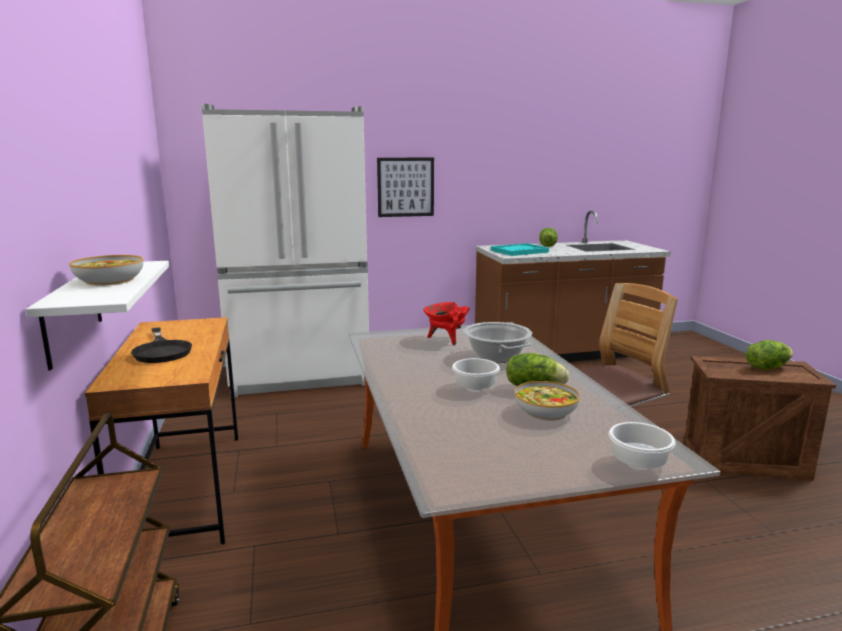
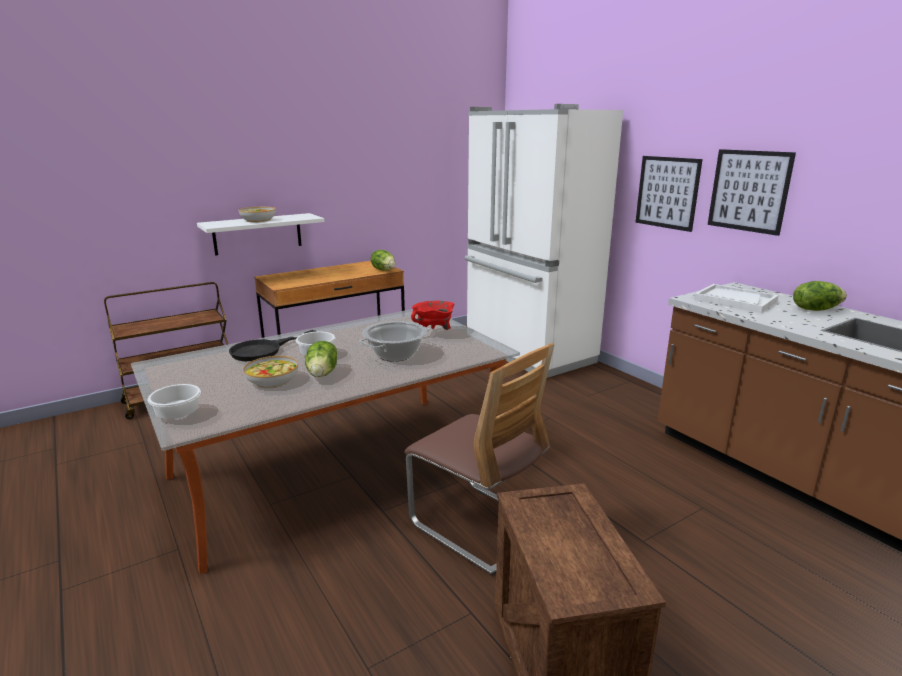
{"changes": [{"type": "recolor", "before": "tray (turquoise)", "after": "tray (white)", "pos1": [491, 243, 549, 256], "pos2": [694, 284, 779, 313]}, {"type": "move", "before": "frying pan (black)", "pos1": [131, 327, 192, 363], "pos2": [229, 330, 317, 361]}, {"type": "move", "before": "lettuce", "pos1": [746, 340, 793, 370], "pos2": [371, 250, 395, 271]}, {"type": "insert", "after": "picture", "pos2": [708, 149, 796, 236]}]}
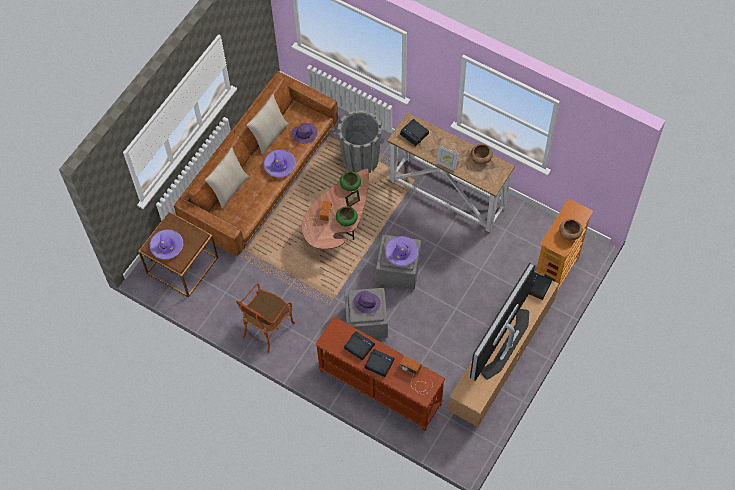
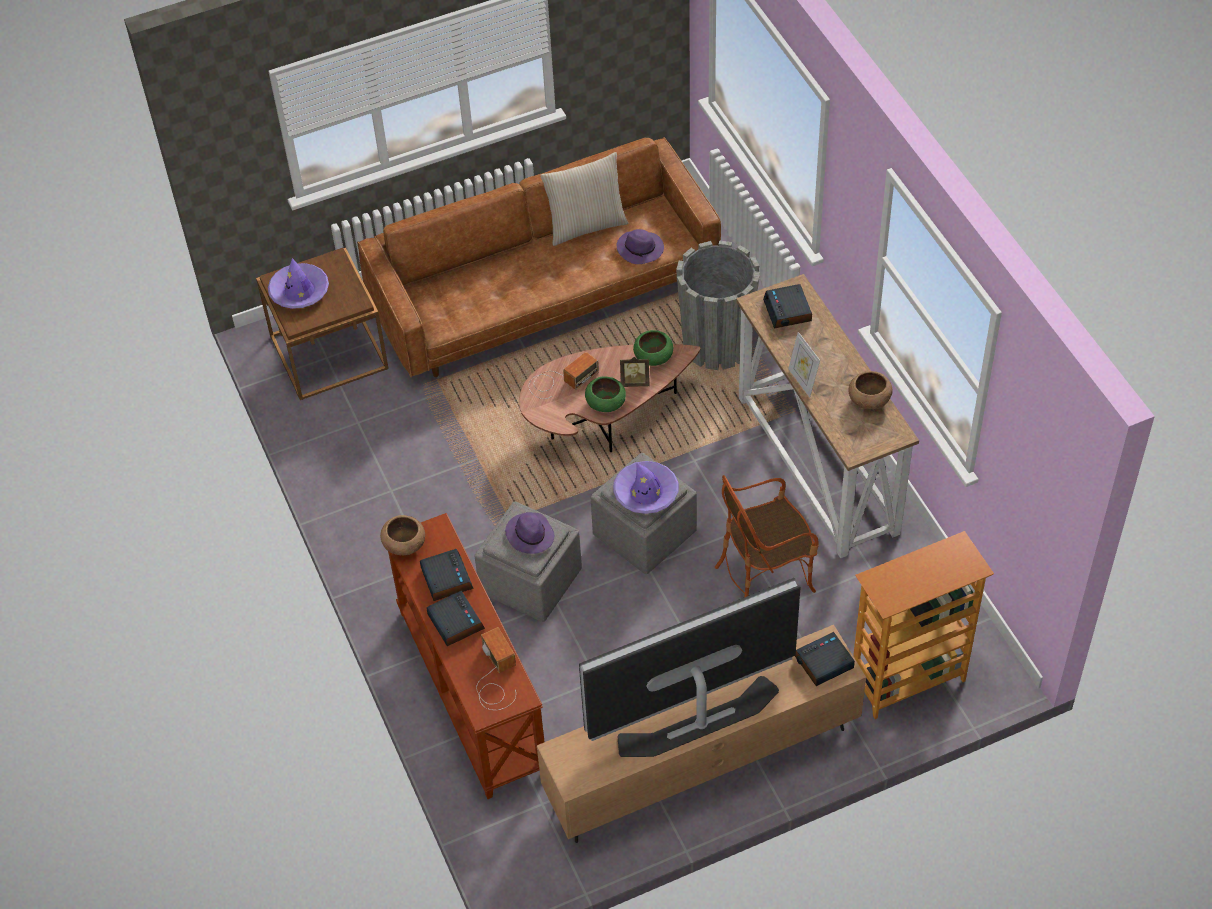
{"changes": [{"type": "delete", "before": "pillow (beige)", "pos1": [205, 148, 249, 209]}, {"type": "delete", "before": "hat (purple)", "pos1": [263, 150, 296, 177]}, {"type": "move", "before": "bowl (brown)", "pos1": [559, 219, 583, 240], "pos2": [380, 515, 425, 556]}, {"type": "move", "before": "armchair", "pos1": [236, 283, 295, 353], "pos2": [715, 475, 819, 597]}]}
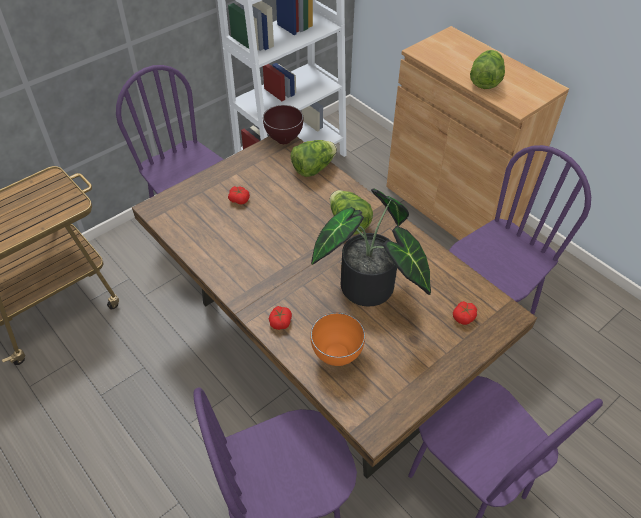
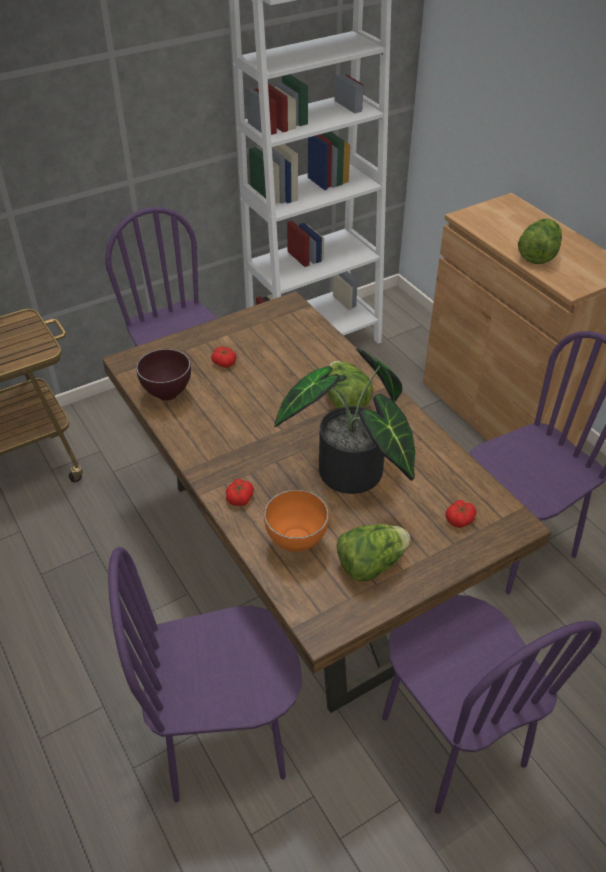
{"changes": [{"type": "move", "before": "bowl (brown)", "pos1": [263, 105, 303, 144], "pos2": [136, 349, 191, 401]}, {"type": "move", "before": "lettuce", "pos1": [291, 140, 337, 177], "pos2": [336, 524, 411, 582]}]}
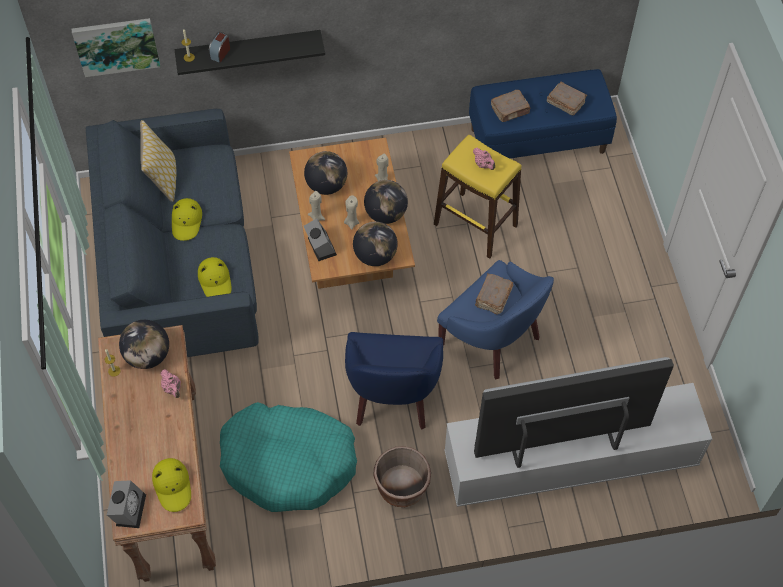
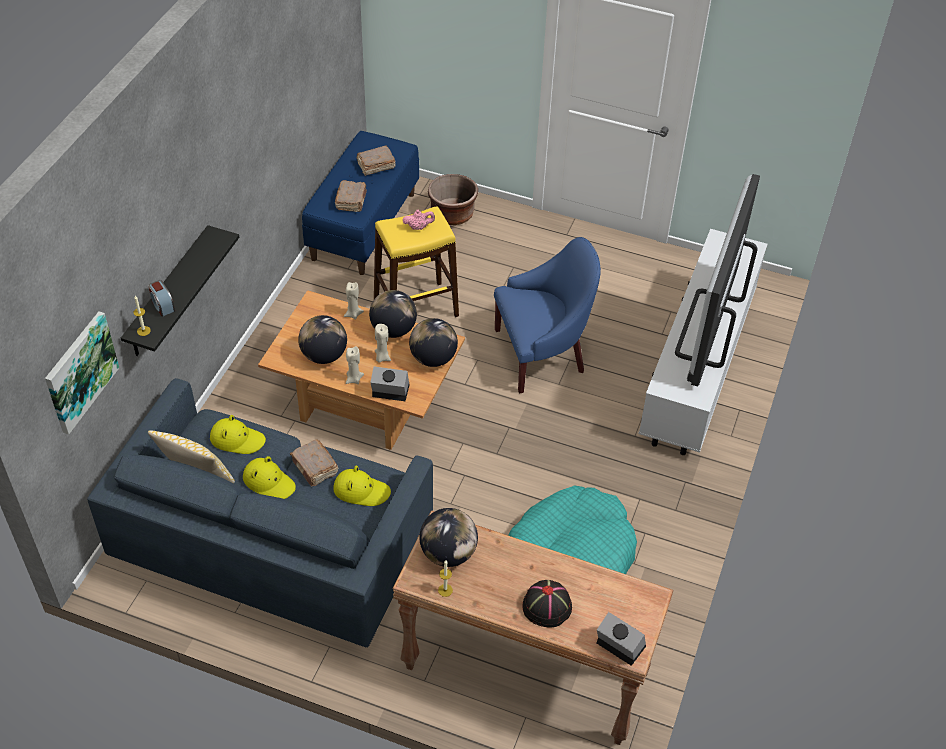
{"changes": [{"type": "move", "before": "book (brown)", "pos1": [475, 273, 513, 315], "pos2": [290, 440, 338, 487]}, {"type": "delete", "before": "armchair (blue)", "pos1": [345, 332, 443, 430]}, {"type": "delete", "before": "teapot (pink)", "pos1": [161, 369, 181, 398]}, {"type": "move", "before": "planter (brown)", "pos1": [374, 446, 431, 507], "pos2": [428, 174, 478, 225]}, {"type": "move", "before": "hat (yellow)", "pos1": [152, 458, 191, 512], "pos2": [210, 415, 266, 454]}, {"type": "insert", "after": "hat (black)", "pos2": [522, 580, 572, 628]}]}
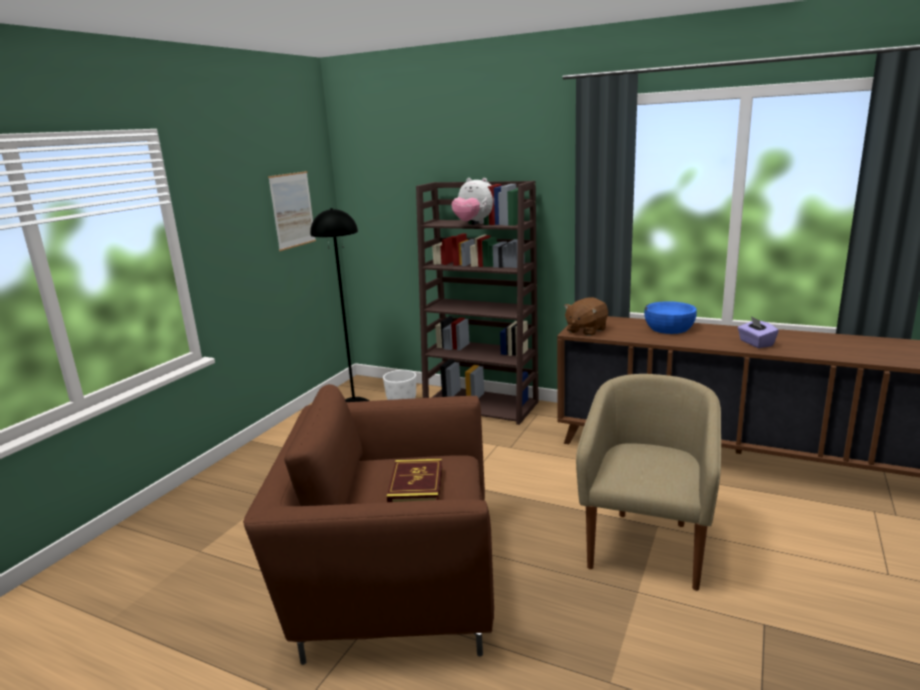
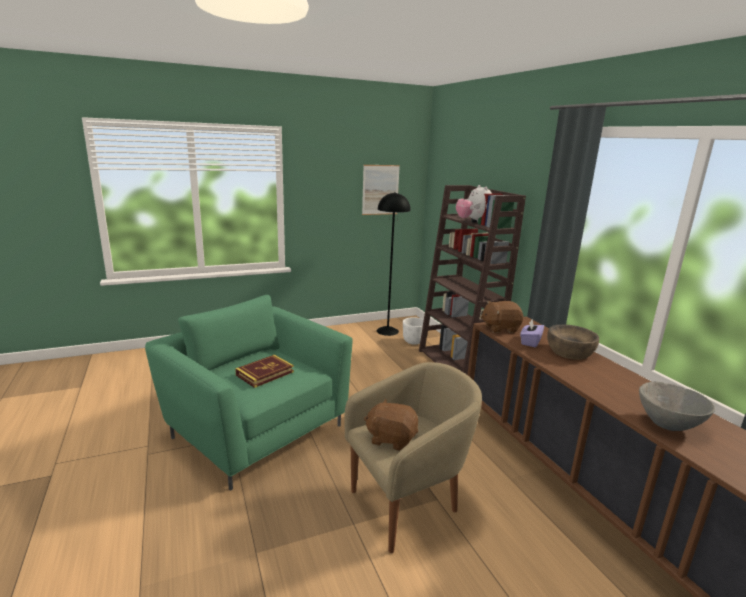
{"changes": [{"type": "recolor", "before": "bowl (blue)", "after": "bowl (brown)", "pos1": [644, 301, 697, 334], "pos2": [547, 324, 599, 360]}, {"type": "move", "before": "tissue box (purple)", "pos1": [738, 316, 779, 348], "pos2": [520, 319, 544, 347]}, {"type": "recolor", "before": "armchair (brown)", "after": "armchair (green)", "pos1": [243, 384, 494, 665], "pos2": [145, 295, 353, 490]}, {"type": "insert", "after": "bowl (grey)", "pos2": [639, 381, 715, 431]}, {"type": "insert", "after": "plush toy (brown)", "pos2": [364, 399, 418, 451]}]}
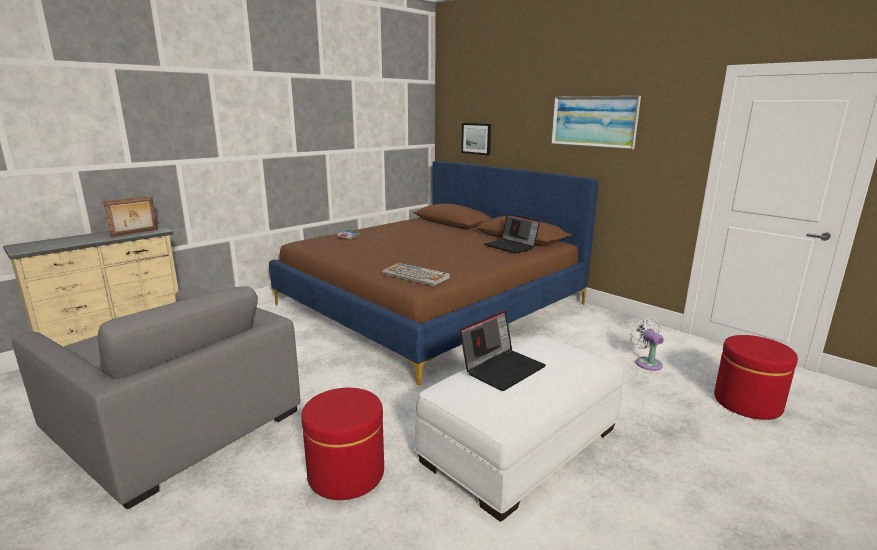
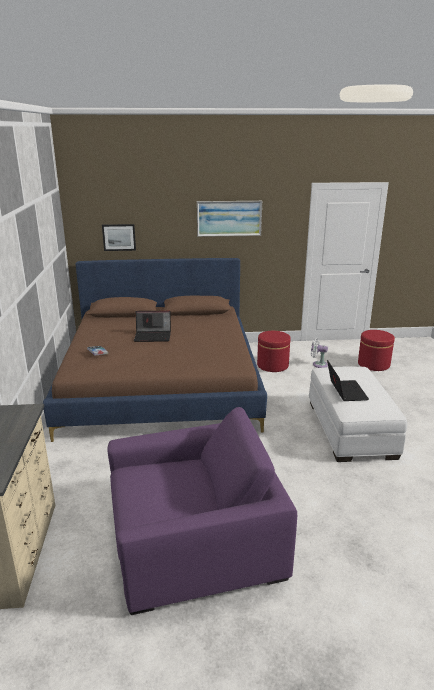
{"changes": [{"type": "delete", "before": "picture frame", "pos1": [103, 196, 158, 237]}, {"type": "move", "before": "laptop", "pos1": [484, 214, 540, 253], "pos2": [134, 311, 171, 342]}, {"type": "delete", "before": "keyboard", "pos1": [382, 263, 450, 286]}, {"type": "recolor", "before": "armchair (grey)", "after": "armchair (purple)", "pos1": [12, 286, 300, 509], "pos2": [108, 407, 297, 615]}, {"type": "move", "before": "ottoman (red)", "pos1": [301, 388, 384, 500], "pos2": [257, 331, 291, 372]}]}
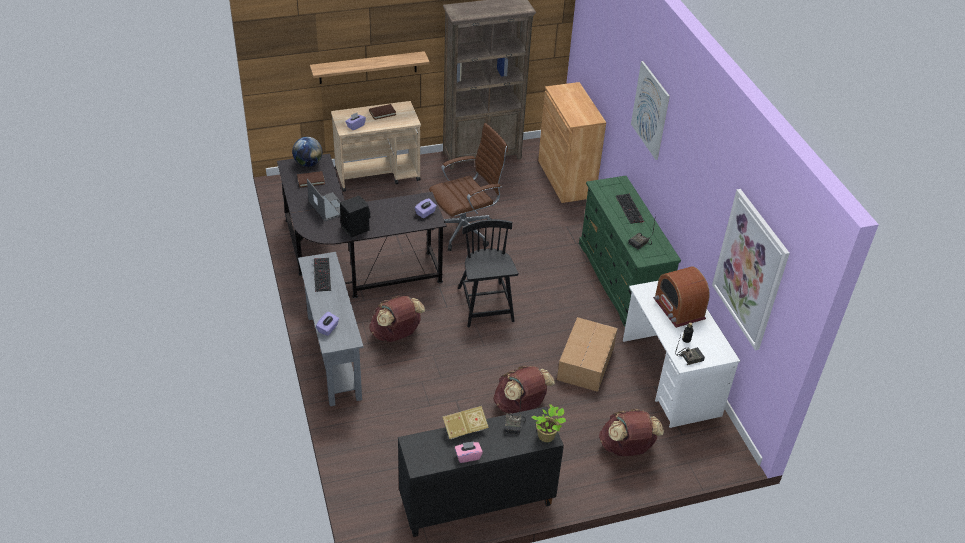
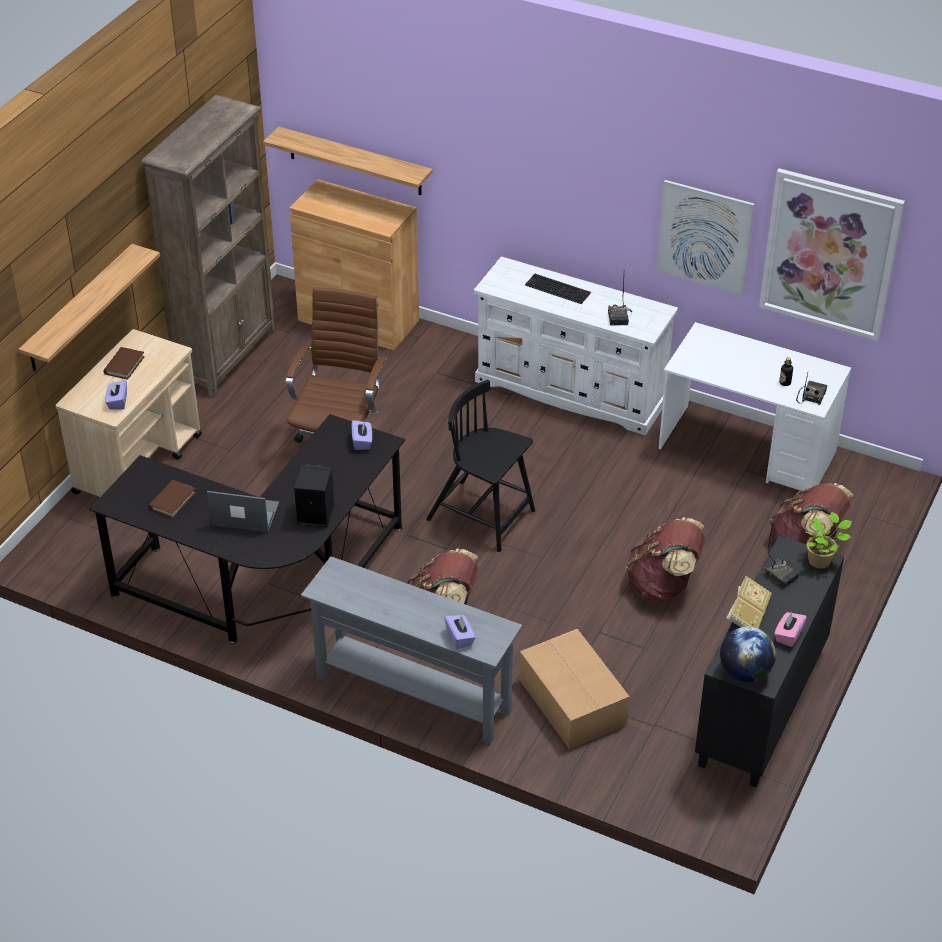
{"changes": [{"type": "move", "before": "picture", "pos1": [631, 61, 670, 160], "pos2": [657, 180, 755, 295]}, {"type": "move", "before": "globe", "pos1": [292, 137, 322, 167], "pos2": [720, 627, 776, 682]}, {"type": "recolor", "before": "dresser (green)", "after": "dresser (white)", "pos1": [579, 176, 681, 327], "pos2": [474, 256, 678, 436]}, {"type": "delete", "before": "keyboard", "pos1": [313, 258, 331, 292]}, {"type": "delete", "before": "radio", "pos1": [653, 267, 710, 328]}, {"type": "move", "before": "cardboard box", "pos1": [557, 317, 618, 392], "pos2": [519, 629, 630, 749]}, {"type": "insert", "after": "shelf", "pos2": [263, 127, 433, 195]}]}
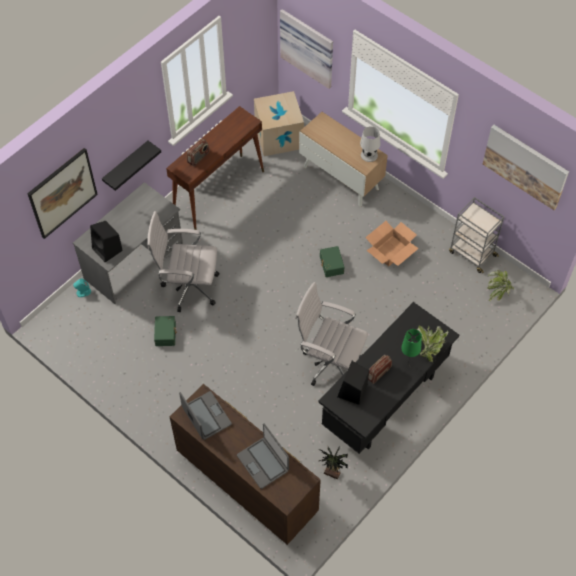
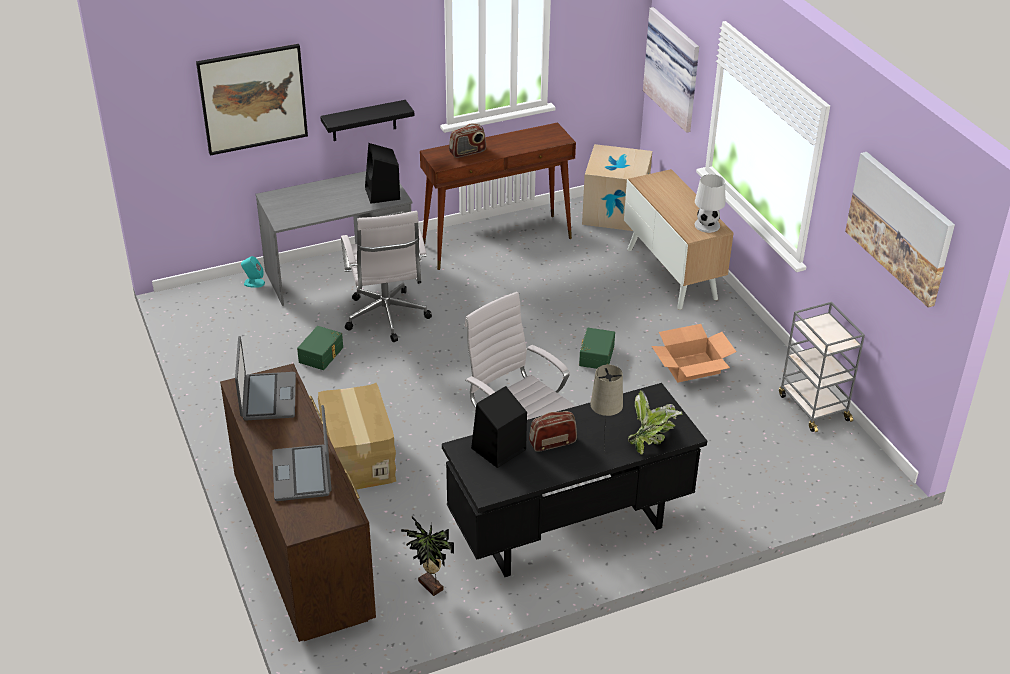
{"changes": [{"type": "rotate", "before": "office chair (white)", "pos1": [147, 211, 220, 312], "pos2": [341, 211, 432, 342], "turn": -135}, {"type": "move", "before": "speaker (black)", "pos1": [90, 221, 123, 262], "pos2": [365, 143, 400, 204]}, {"type": "delete", "before": "potted plant", "pos1": [487, 270, 514, 301]}, {"type": "recolor", "before": "table lamp (green)", "after": "table lamp (beige)", "pos1": [401, 329, 422, 368], "pos2": [590, 365, 623, 454]}, {"type": "insert", "after": "cardboard box", "pos2": [318, 383, 396, 490]}]}
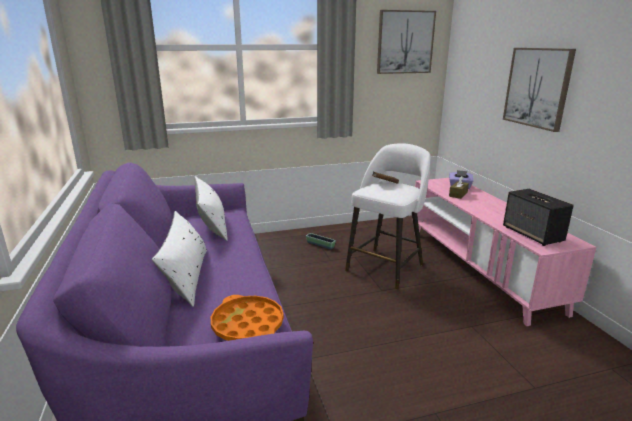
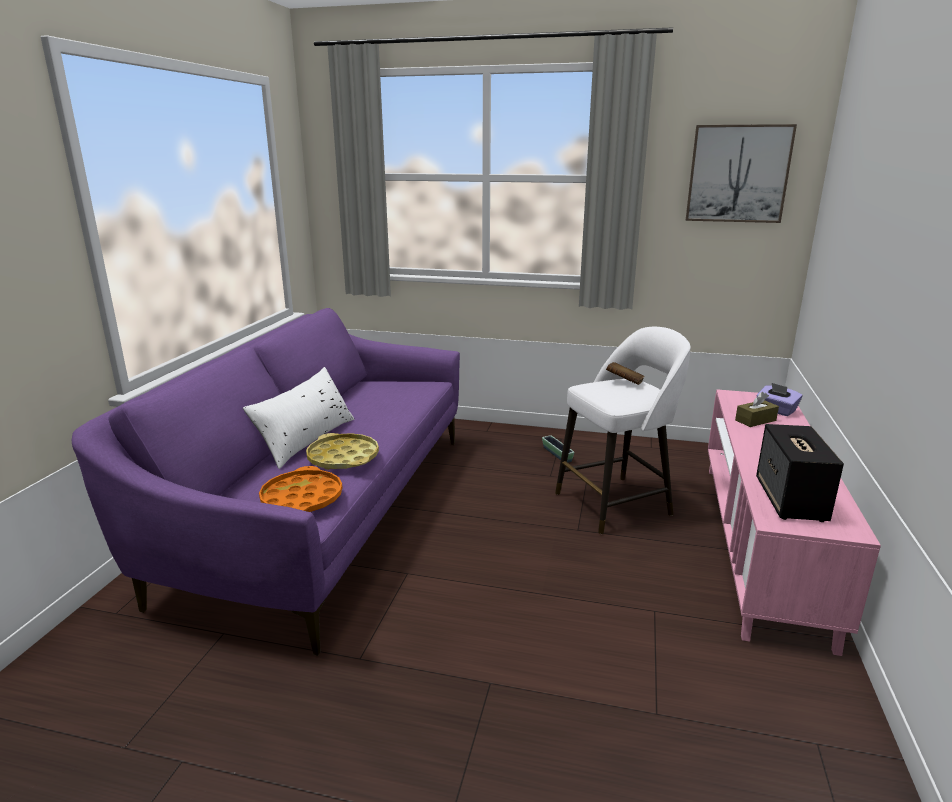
{"changes": [{"type": "delete", "before": "picture", "pos1": [503, 48, 576, 132]}, {"type": "delete", "before": "pillow (white)", "pos1": [194, 176, 228, 241]}, {"type": "insert", "after": "tray (yellow)", "pos2": [306, 433, 379, 470]}]}
